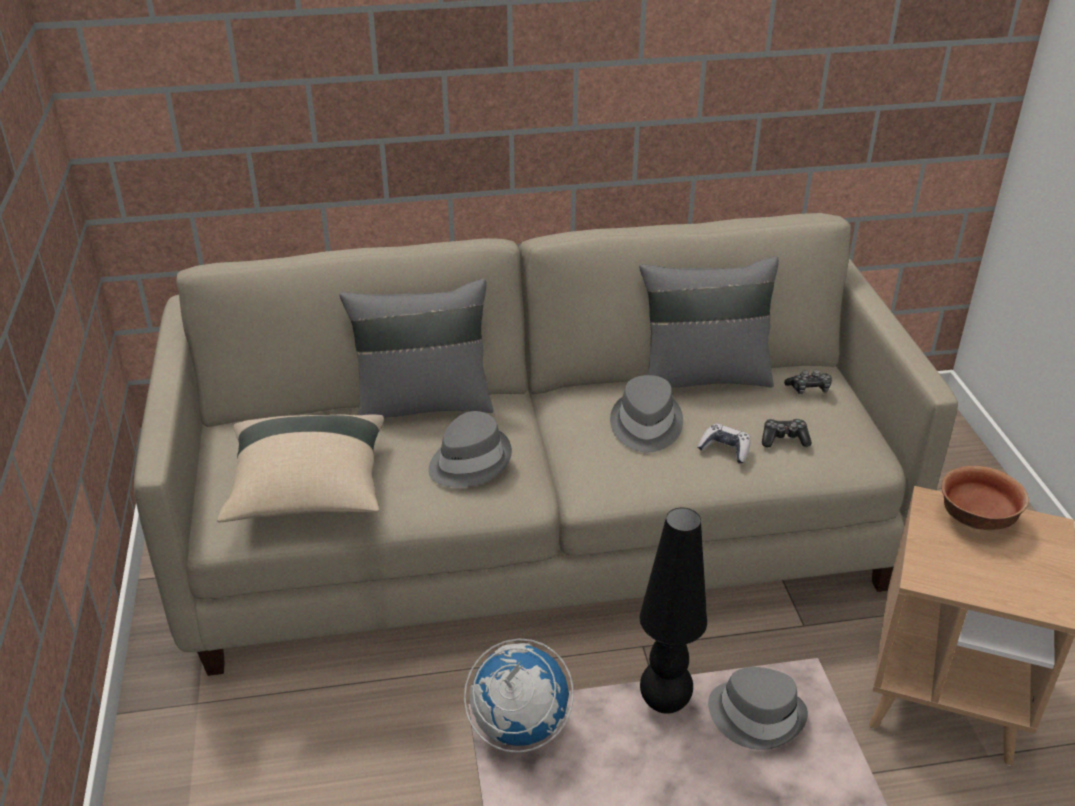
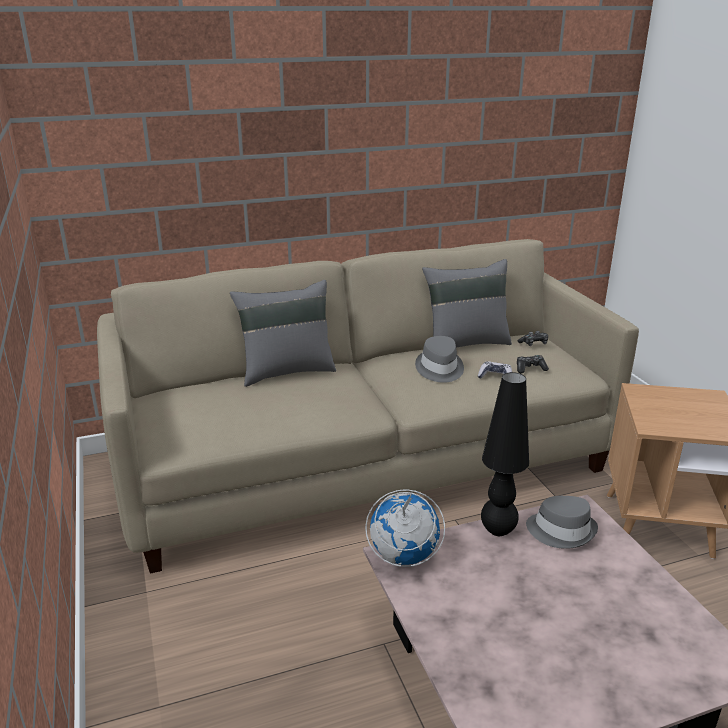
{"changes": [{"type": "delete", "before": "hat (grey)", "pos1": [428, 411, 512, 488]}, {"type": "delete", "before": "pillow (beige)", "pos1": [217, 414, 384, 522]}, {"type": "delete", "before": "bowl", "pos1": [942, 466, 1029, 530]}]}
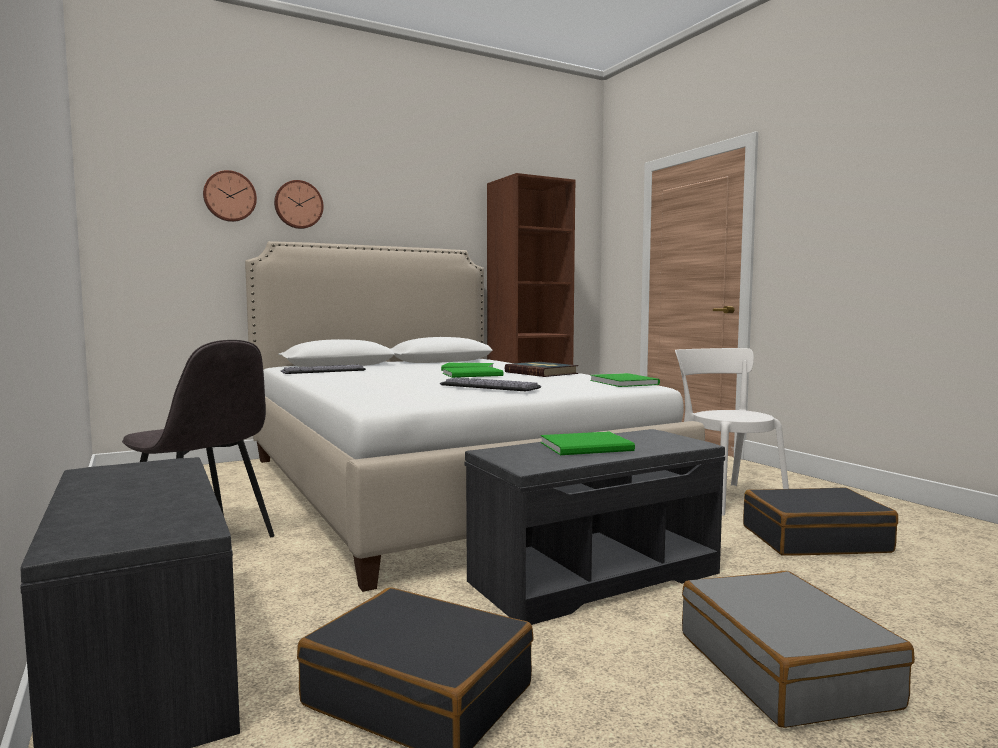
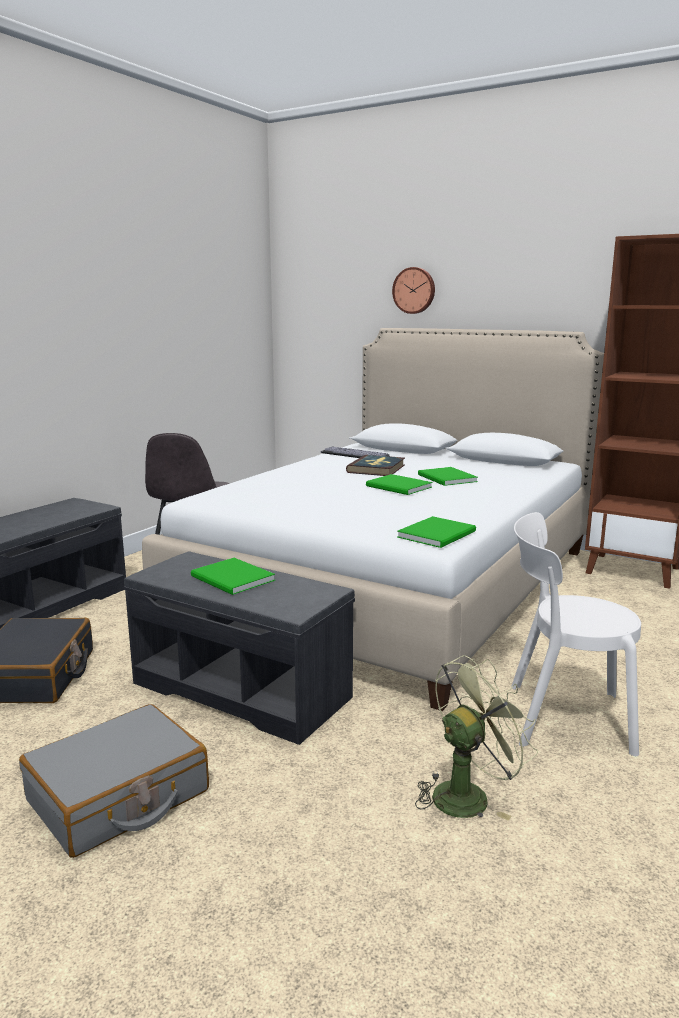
{"changes": [{"type": "delete", "before": "wall clock", "pos1": [203, 170, 257, 222]}, {"type": "rotate", "before": "chair (white)", "pos1": [675, 348, 789, 516], "pos2": [511, 512, 641, 756], "turn": -120}, {"type": "move", "before": "book", "pos1": [504, 362, 578, 377], "pos2": [346, 455, 405, 476]}, {"type": "delete", "before": "keyboard", "pos1": [440, 377, 541, 391]}, {"type": "replace", "before": "suitcase (black)", "after": "fan (green)", "pos1": [743, 487, 898, 556], "pos2": [415, 655, 538, 821]}]}
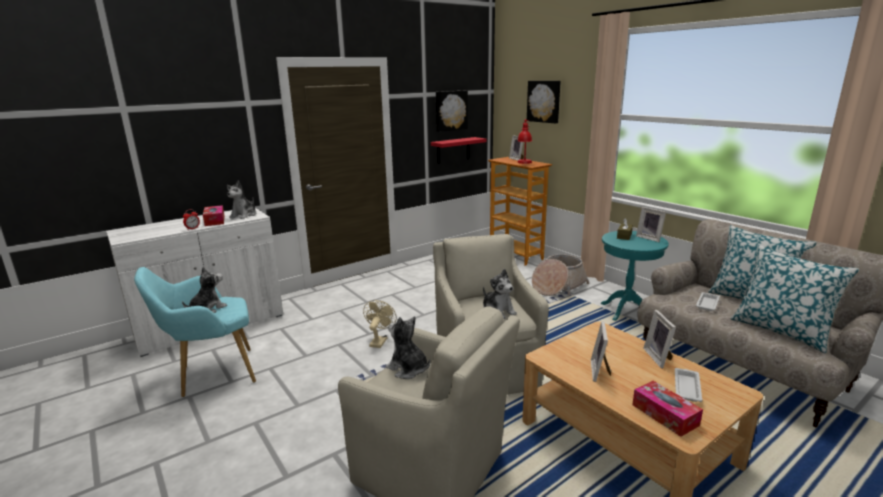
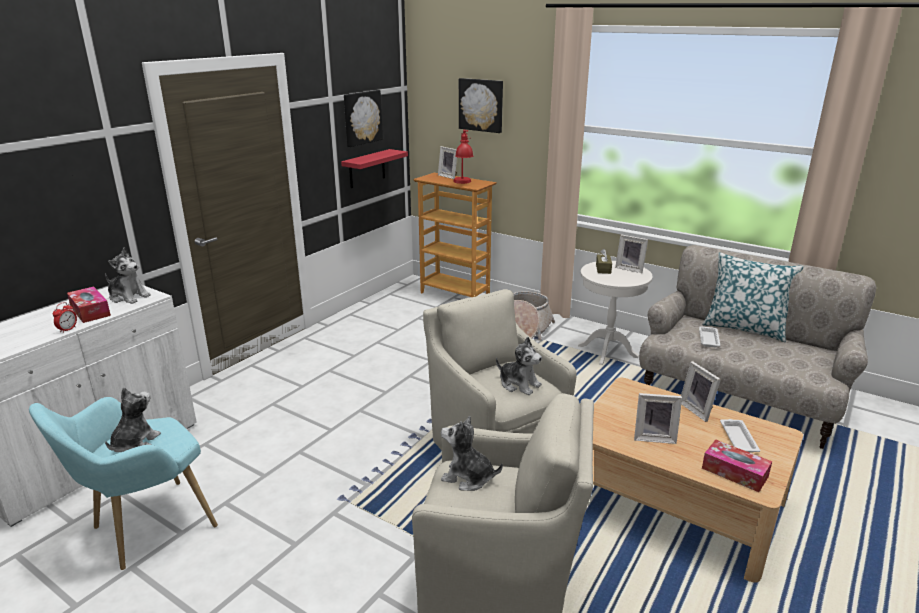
{"changes": [{"type": "rotate", "before": "plush toy", "pos1": [227, 180, 256, 219], "pos2": [105, 248, 151, 304], "turn": -60}, {"type": "recolor", "before": "side table (turquoise)", "after": "side table (white)", "pos1": [601, 231, 669, 321], "pos2": [578, 261, 653, 365]}, {"type": "delete", "before": "pillow", "pos1": [730, 245, 859, 353]}, {"type": "delete", "before": "fan (beige)", "pos1": [363, 300, 397, 348]}, {"type": "rotate", "before": "picture frame", "pos1": [591, 321, 611, 382], "pos2": [634, 393, 682, 444], "turn": -75}]}
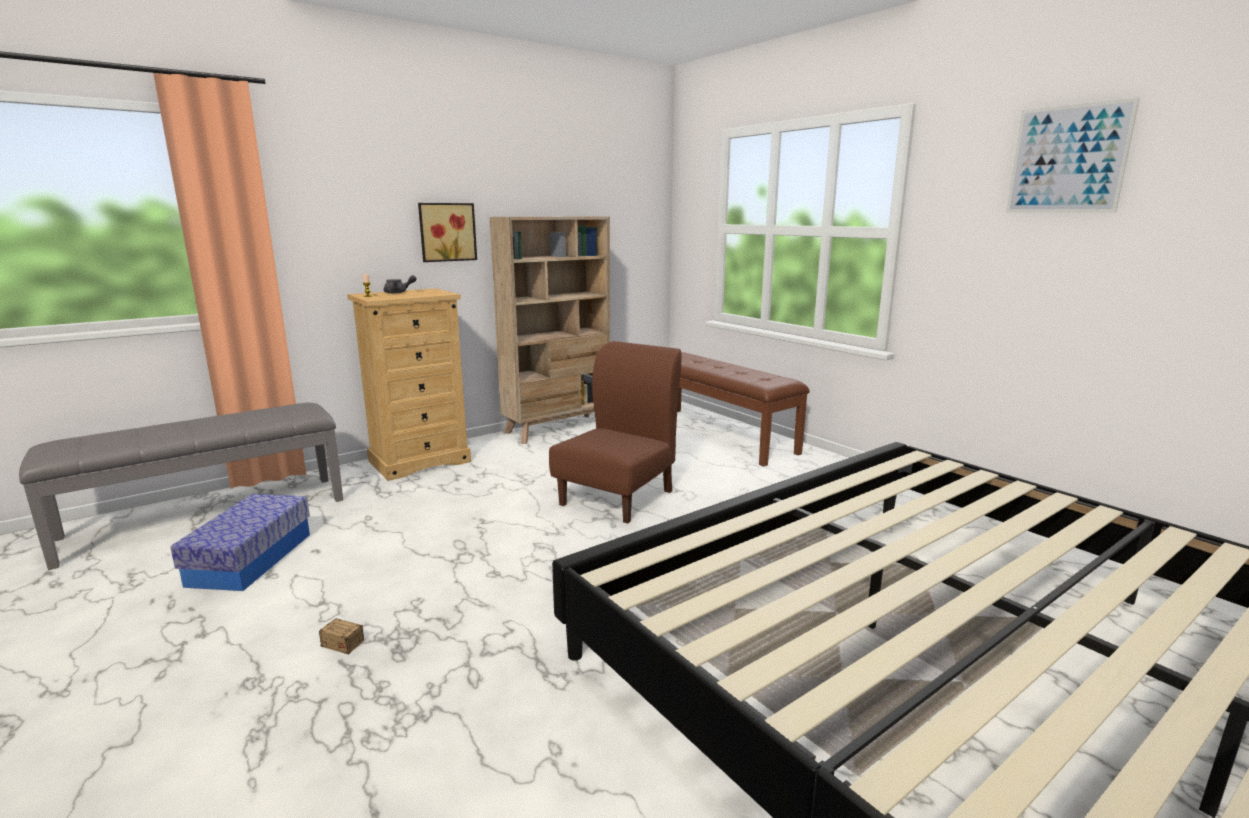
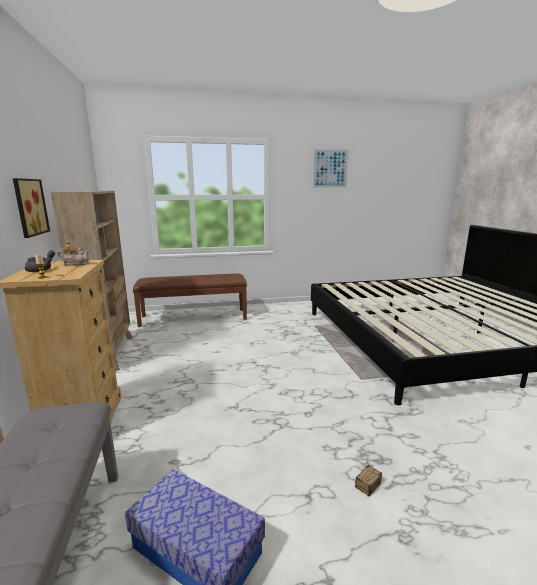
{"changes": [{"type": "delete", "before": "chair (brown)", "pos1": [549, 341, 682, 523]}, {"type": "insert", "after": "teapot", "pos2": [57, 240, 90, 266]}]}
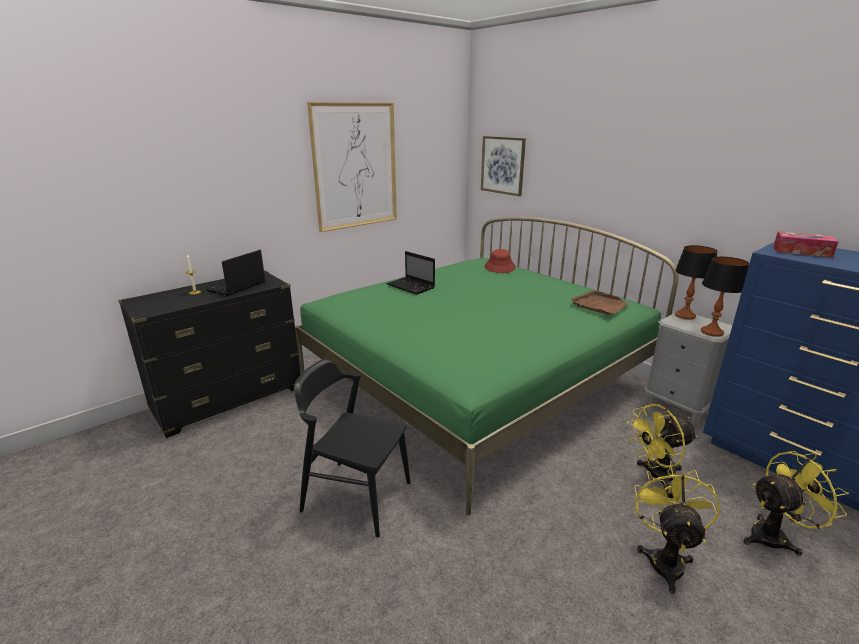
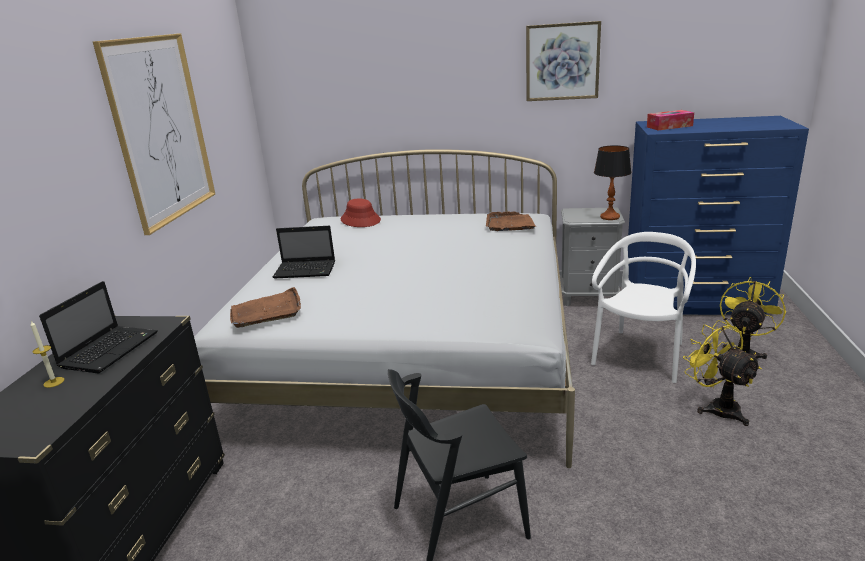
{"changes": [{"type": "move", "before": "picture", "pos1": [481, 136, 526, 196], "pos2": [526, 21, 601, 101]}, {"type": "recolor", "before": "bed (green)", "after": "bed (white)", "pos1": [295, 217, 679, 516], "pos2": [194, 149, 575, 468]}, {"type": "delete", "before": "table lamp", "pos1": [675, 245, 718, 320]}, {"type": "rotate", "before": "laptop", "pos1": [206, 250, 266, 296], "pos2": [39, 281, 158, 373], "turn": -150}, {"type": "replace", "before": "fan (yellow)", "after": "chair (white)", "pos1": [627, 404, 698, 489], "pos2": [591, 232, 696, 383]}, {"type": "insert", "after": "tray (brown)", "pos2": [230, 287, 301, 328]}]}
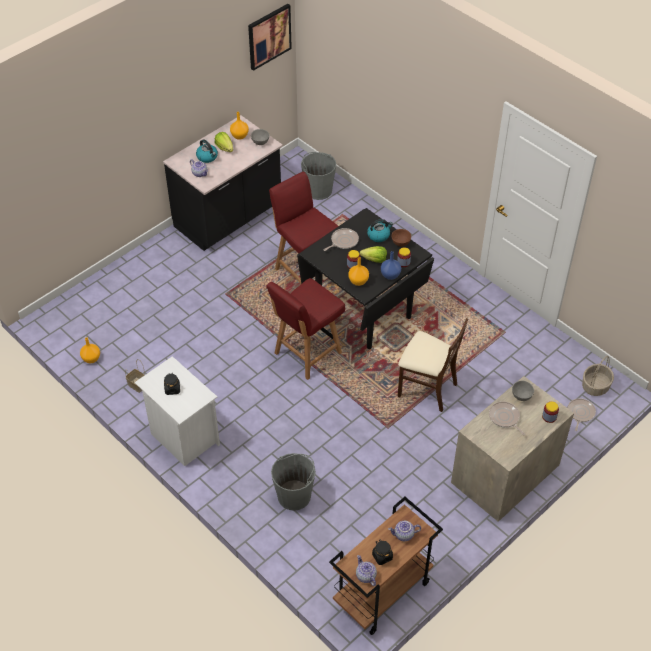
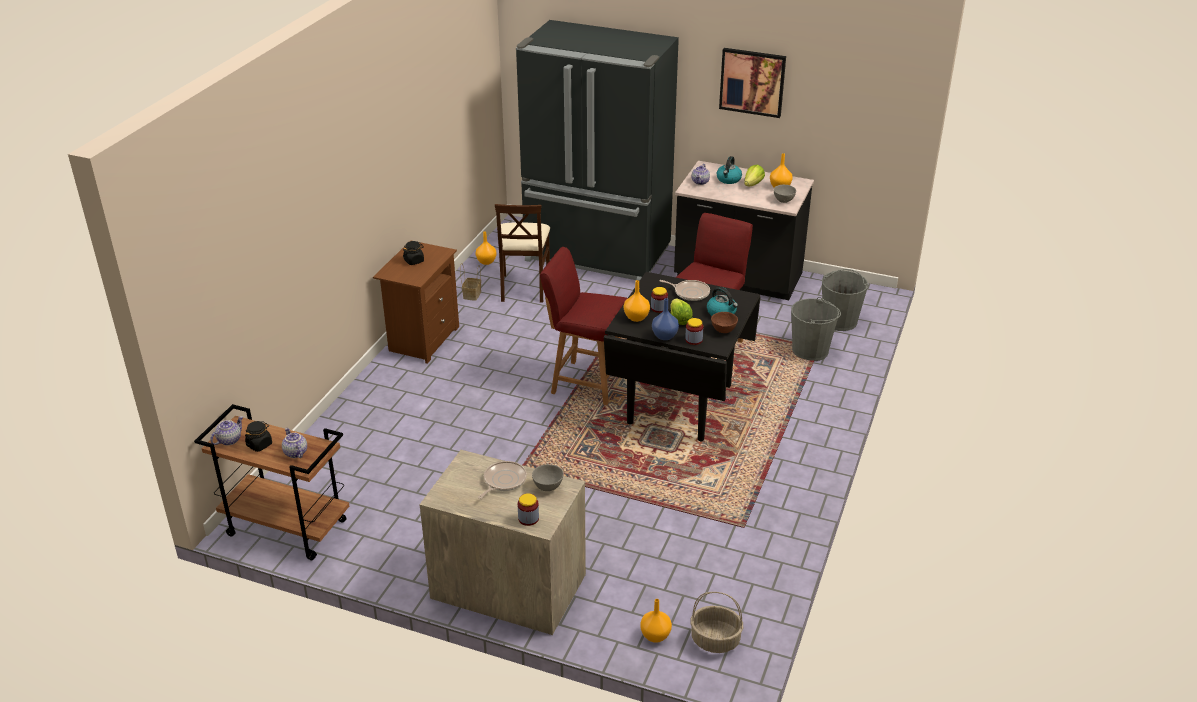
{"changes": [{"type": "move", "before": "picture", "pos1": [248, 4, 292, 71], "pos2": [719, 48, 786, 118]}, {"type": "move", "before": "chair (beige)", "pos1": [398, 318, 468, 412], "pos2": [495, 204, 550, 303]}, {"type": "recolor", "before": "nightstand (white)", "after": "nightstand (brown)", "pos1": [135, 356, 220, 466], "pos2": [373, 241, 459, 364]}, {"type": "replace", "before": "frying pan", "after": "vase (orange)", "pos1": [568, 398, 596, 431], "pos2": [640, 599, 672, 643]}, {"type": "move", "before": "bucket (grey)", "pos1": [271, 453, 316, 511], "pos2": [791, 297, 841, 361]}, {"type": "insert", "after": "fridge (black)", "pos2": [516, 20, 679, 281]}]}
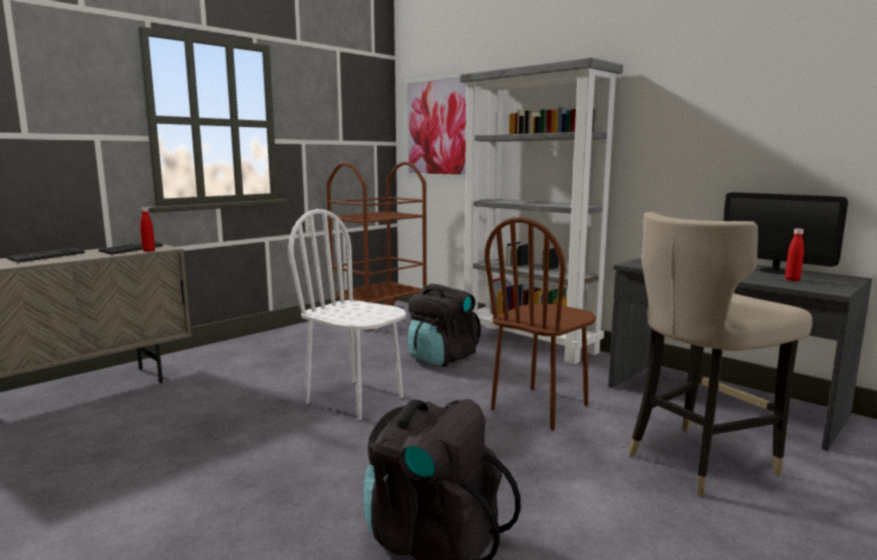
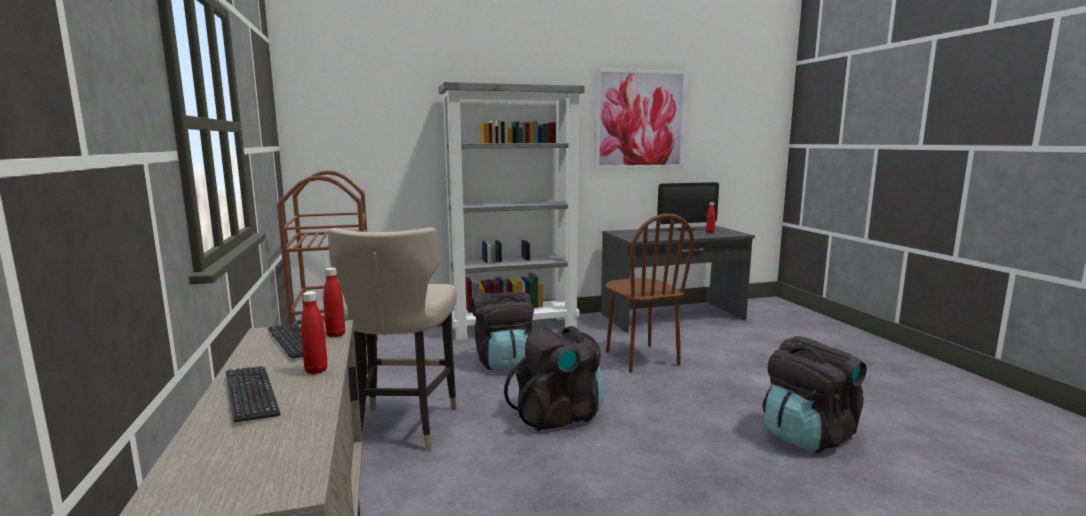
{"changes": [{"type": "move", "before": "picture", "pos1": [405, 71, 478, 179], "pos2": [595, 68, 687, 170]}, {"type": "replace", "before": "chair (white)", "after": "backpack (black)", "pos1": [288, 209, 406, 420], "pos2": [504, 326, 604, 431]}, {"type": "move", "before": "stool (beige)", "pos1": [628, 212, 812, 497], "pos2": [328, 227, 457, 451]}, {"type": "insert", "after": "bottle (red)", "pos2": [301, 291, 328, 374]}]}
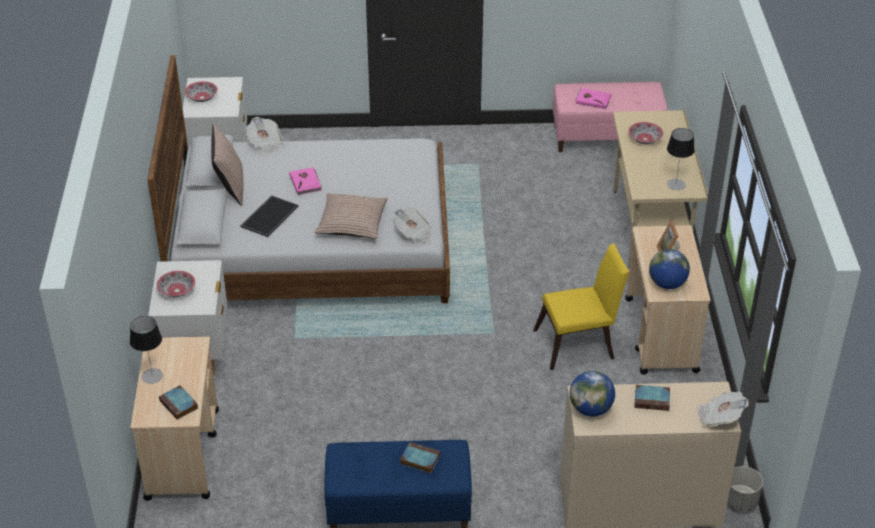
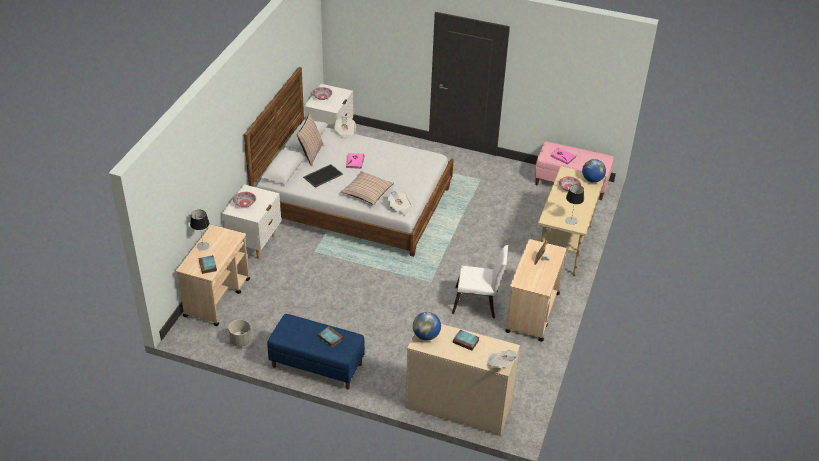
{"changes": [{"type": "recolor", "before": "chair (yellow)", "after": "chair (white)", "pos1": [533, 243, 629, 370], "pos2": [452, 245, 508, 318]}, {"type": "move", "before": "globe", "pos1": [649, 249, 690, 289], "pos2": [582, 159, 606, 183]}, {"type": "move", "before": "planter (grey)", "pos1": [727, 466, 763, 512], "pos2": [229, 320, 251, 347]}]}
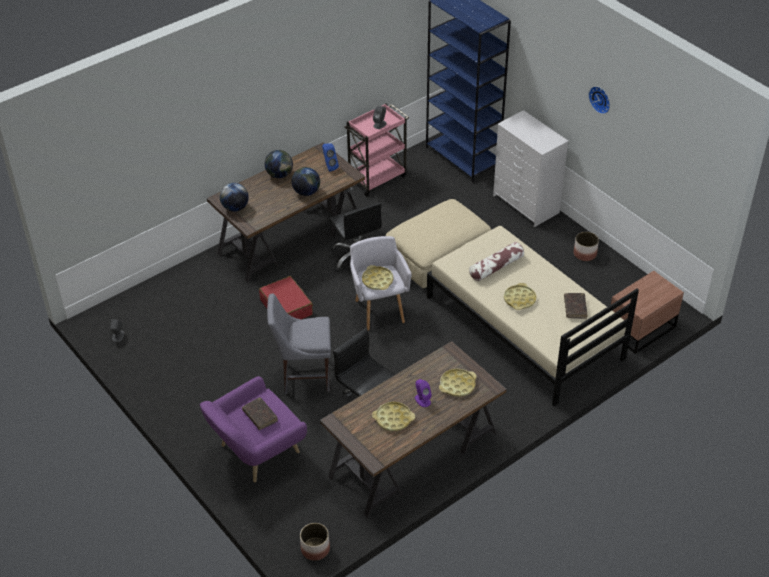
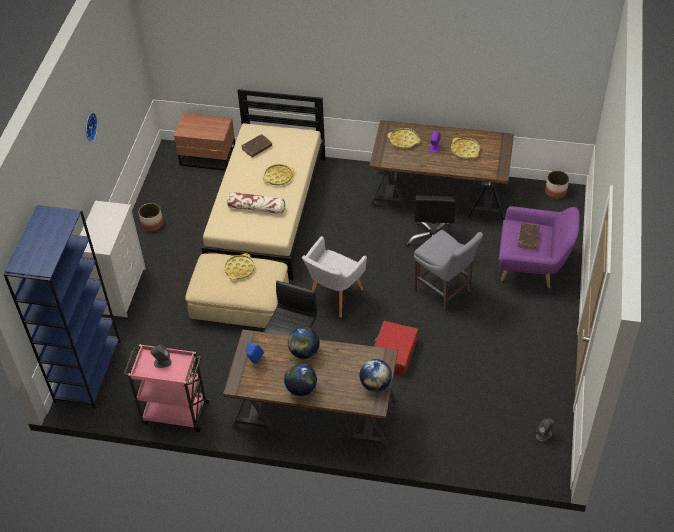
{"changes": [{"type": "move", "before": "tray (yellow)", "pos1": [362, 265, 394, 290], "pos2": [224, 253, 255, 280]}]}
